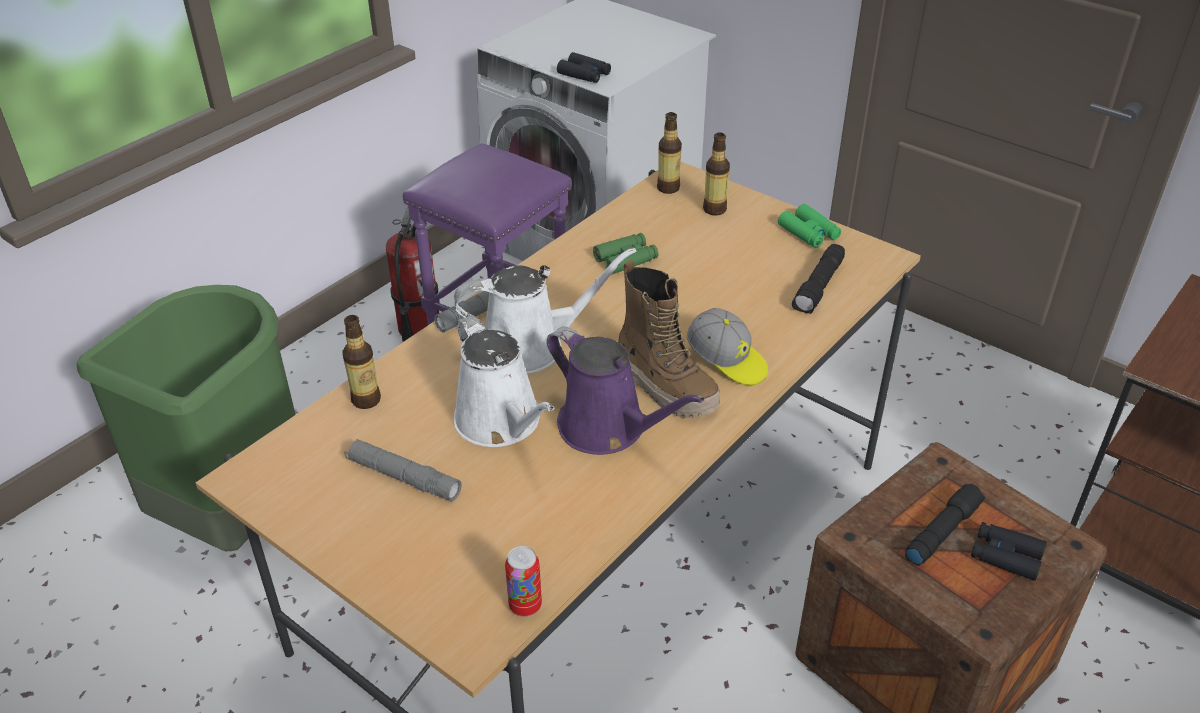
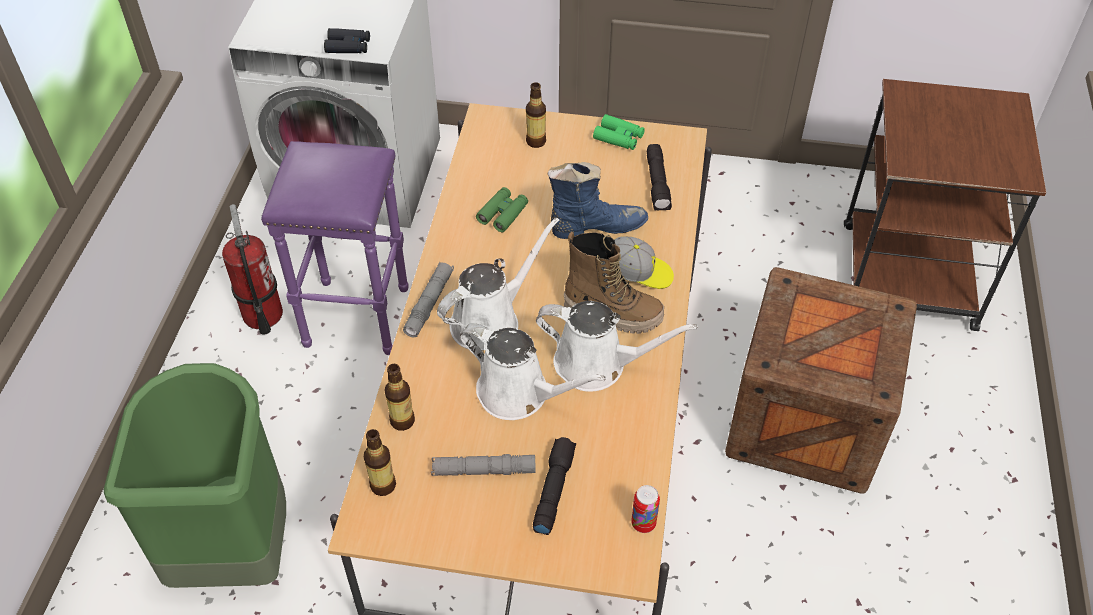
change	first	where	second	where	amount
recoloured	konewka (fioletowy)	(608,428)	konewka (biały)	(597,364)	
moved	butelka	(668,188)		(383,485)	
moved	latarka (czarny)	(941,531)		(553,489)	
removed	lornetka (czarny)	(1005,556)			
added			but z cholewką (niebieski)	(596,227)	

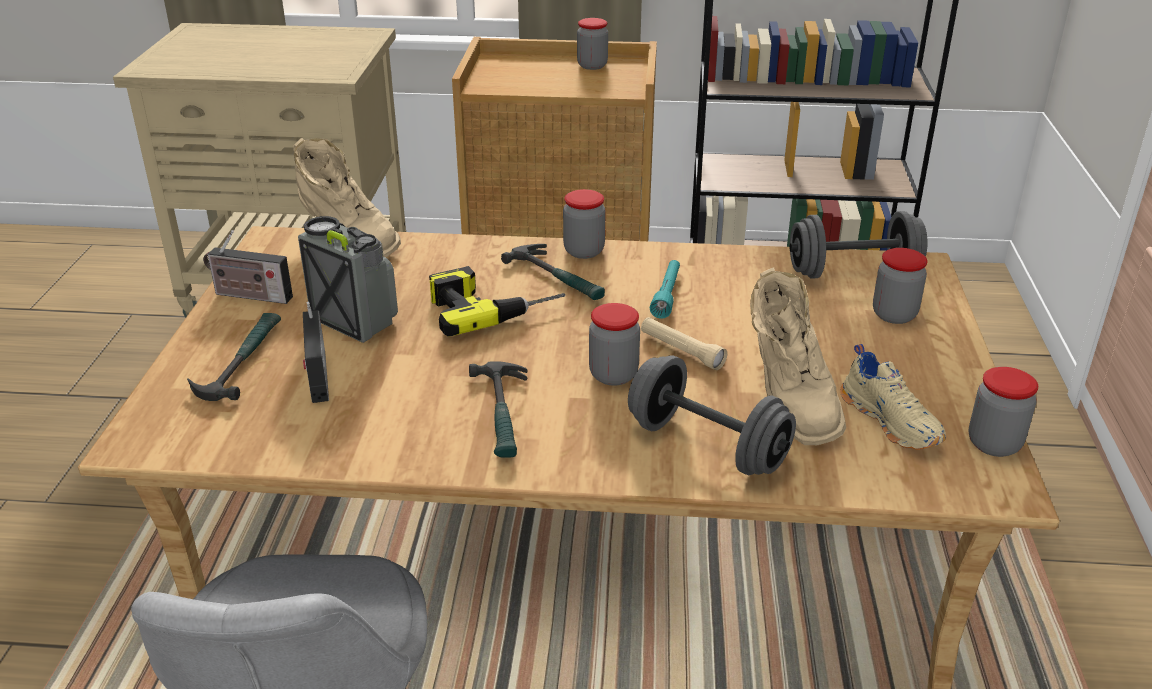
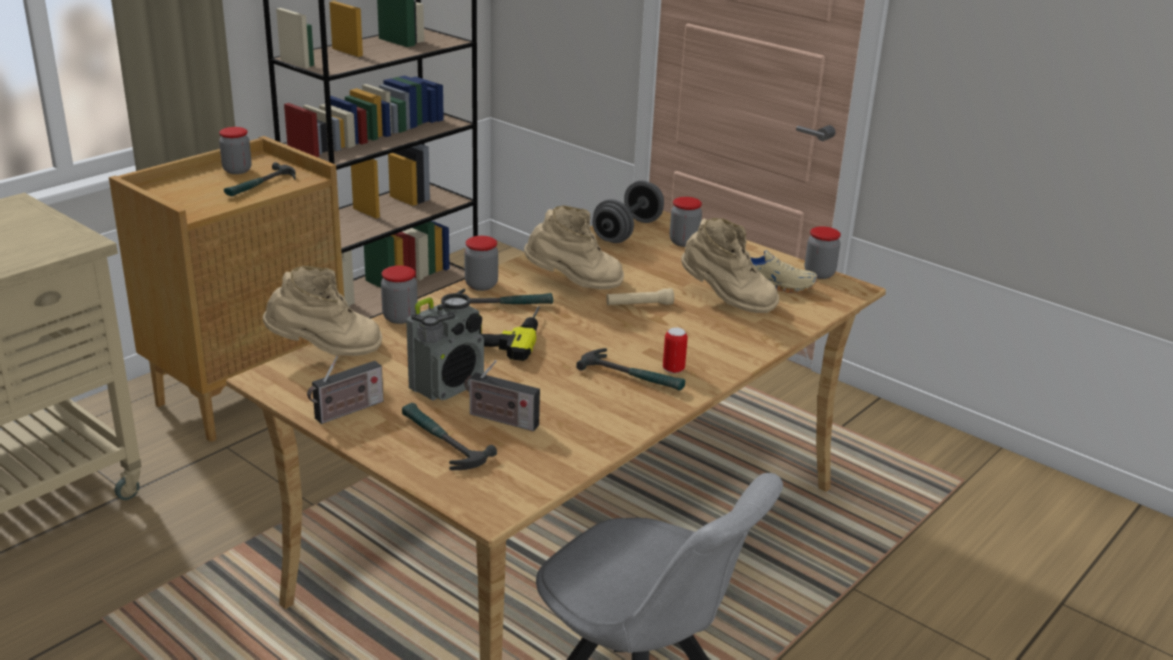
change	first	where	second	where	amount
turned	radio	(353,320)		(448,385)	150 degrees clockwise
moved	słoik	(613,375)		(400,317)	
removed	hantel (szary)	(707,445)			
replaced	latarka (turkusowy)	(667,295)	but z cholewką (beżowy)	(574,284)	
added			młotek	(261,185)	
added			puszka	(673,369)	

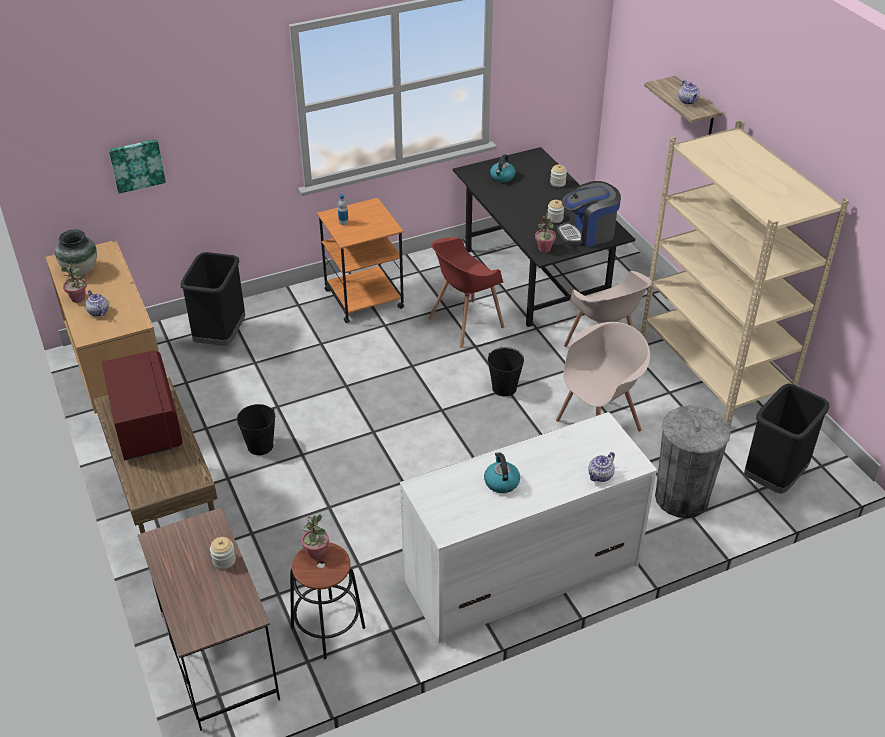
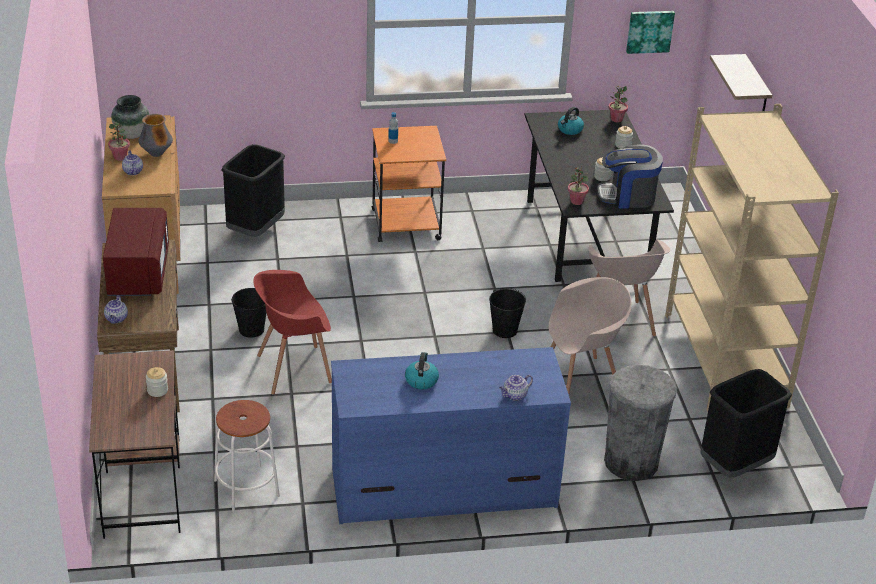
change	first	where	second	where	amount
moved	obraz	(137,165)		(649,31)	
recoloured	stołek (czarny)	(328,627)	stołek (biały)	(246,488)	
moved	roślina doniczkowa	(316,553)		(616,119)	
recoloured	komoda (biały)	(521,573)	komoda (niebieski)	(443,487)	
moved	krzesło (czerwony)	(465,324)		(293,370)	
moved	imbryk	(688,101)		(116,319)	
added			wazon	(156,154)	

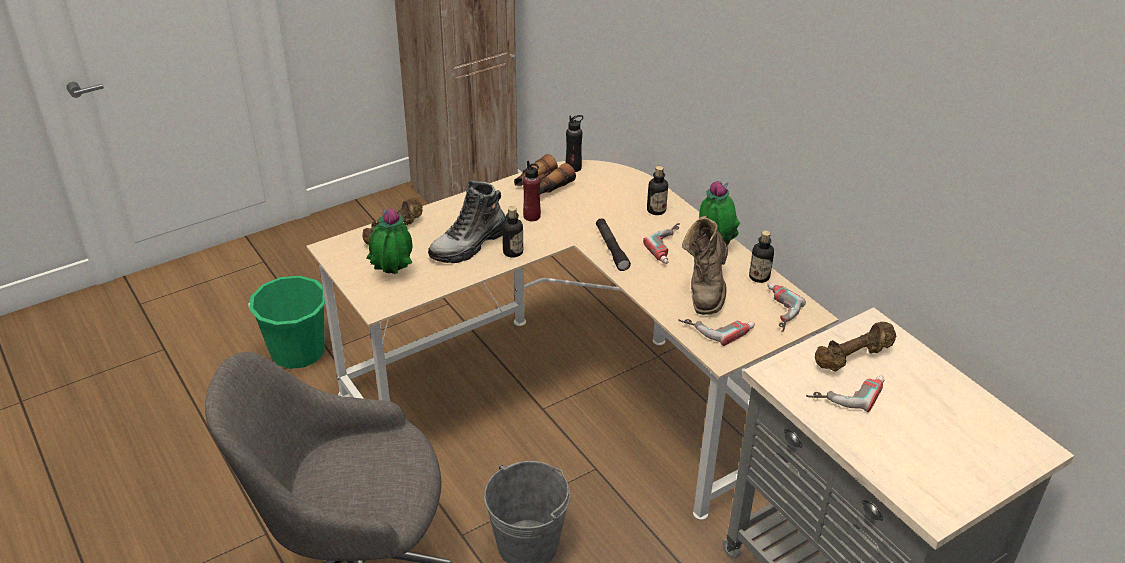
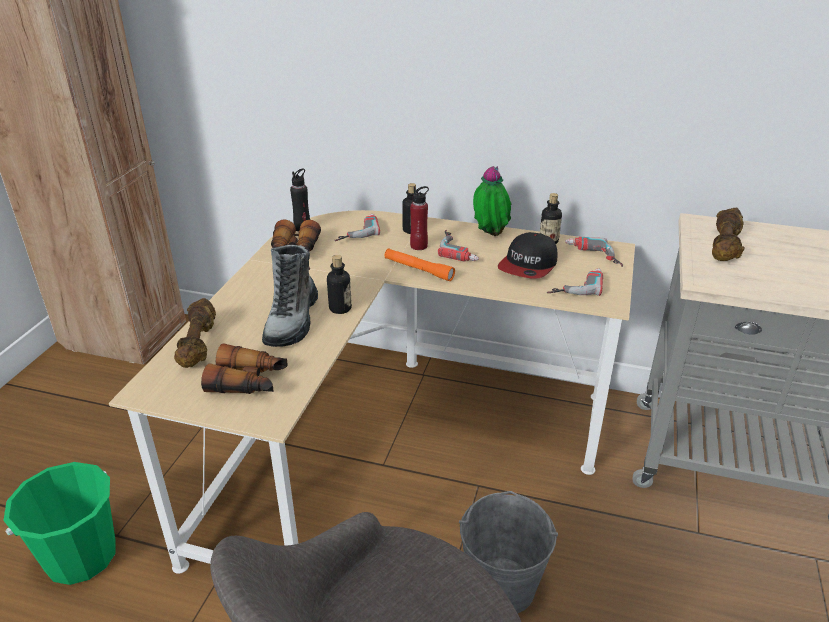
change	first	where	second	where	amount
replaced	roślina doniczkowa	(393,275)	lornetka	(249,382)	
moved	butelka (czerwony)	(532,216)		(419,246)	
recoloured	latarka (czarny)	(611,249)	latarka (pomarańczowy)	(418,269)	
replaced	but z cholewką (brązowy)	(705,290)	czapka z daszkiem	(528,265)	
moved	wiertarka	(845,391)		(355,231)	

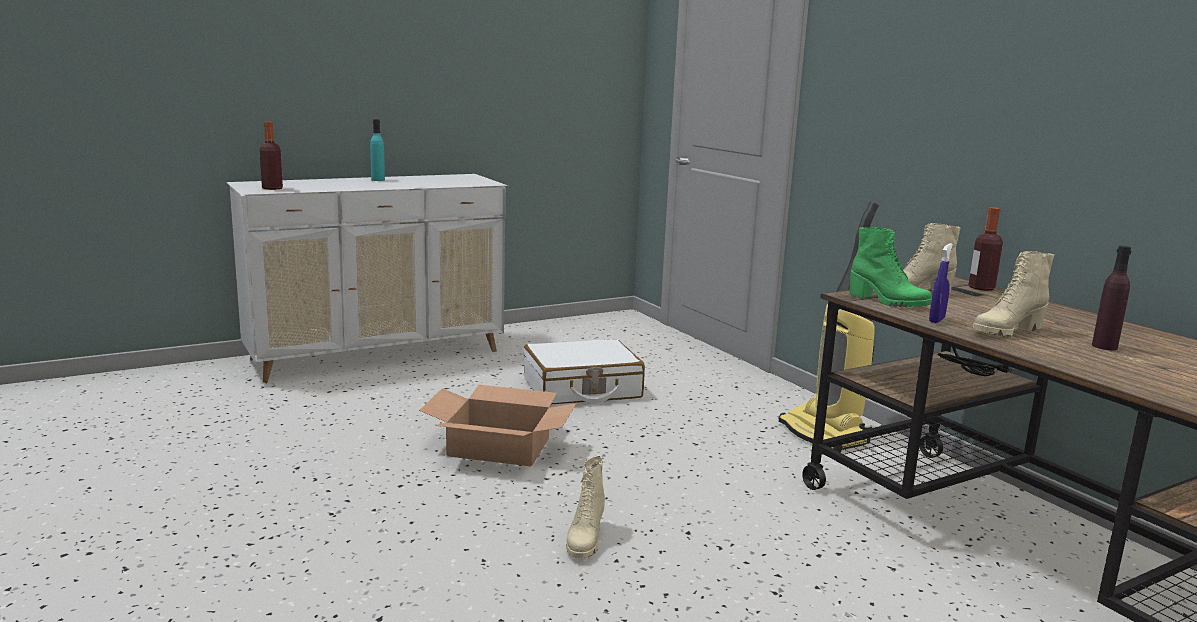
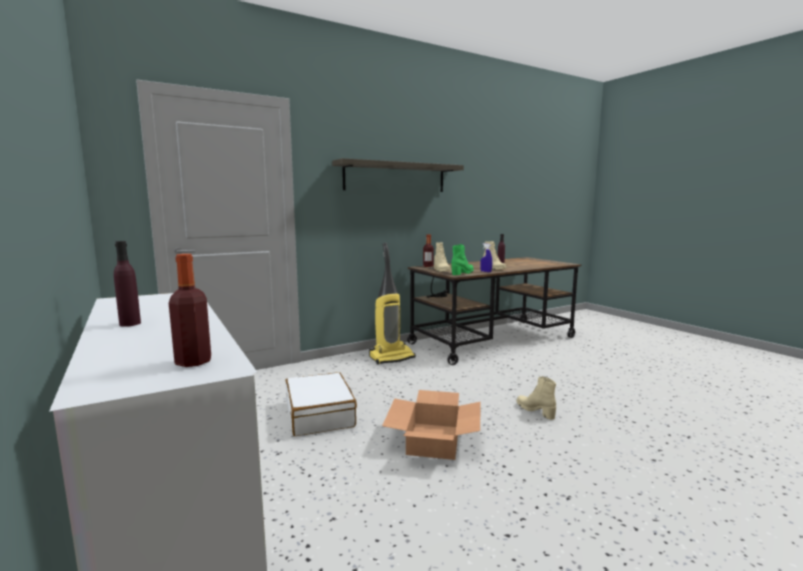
change	first	where	second	where	amount
recoloured	butelka (turkusowy)	(378,180)	butelka (fioletowy)	(130,324)	
turned	but z cholewką (beżowy)	(584,540)		(535,411)	135 degrees counterclockwise
added			półka	(395,177)	

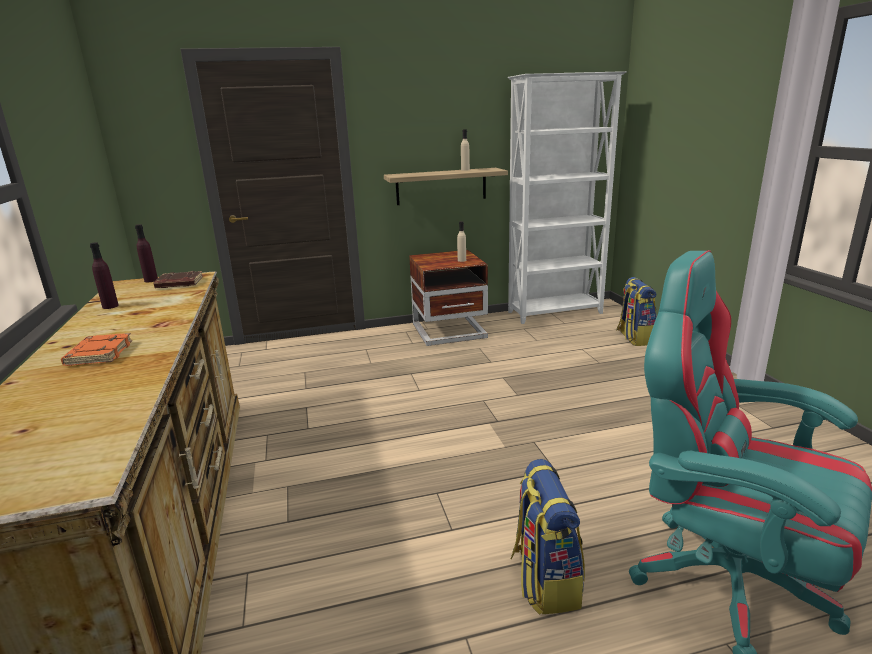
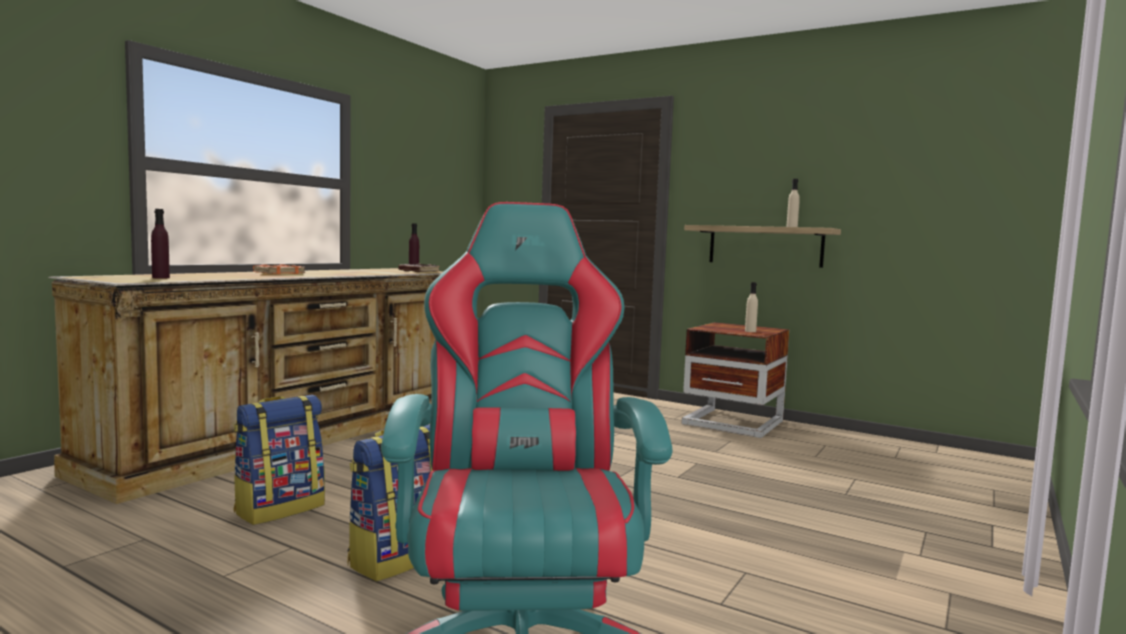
change	first	where	second	where	amount
moved	butelka (fioletowy)	(110,306)		(161,278)	
removed	regał (biały)	(556,313)			
moved	plecak	(634,338)		(280,508)	

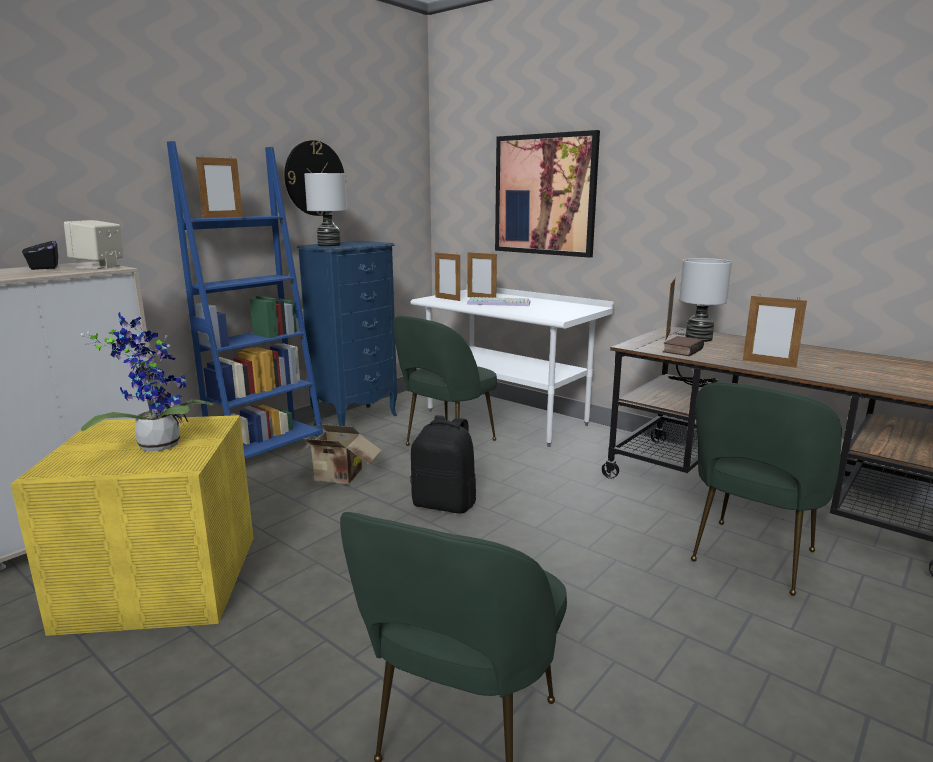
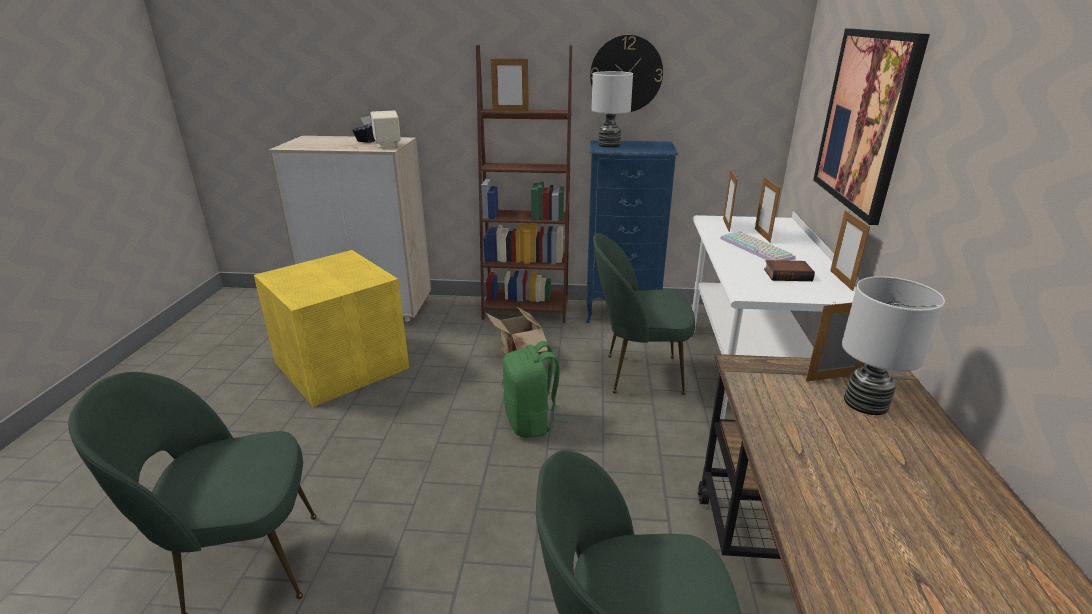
change	first	where	second	where	amount
removed	roślina doniczkowa	(157,444)			
recoloured	regał (niebieski)	(267,450)	regał (brązowy)	(526,309)	
recoloured	plecak (czarny)	(445,504)	plecak (zielony)	(531,422)	
moved	książka	(681,350)		(788,274)	
moved	ramka na zdjęcie	(768,363)		(841,280)	

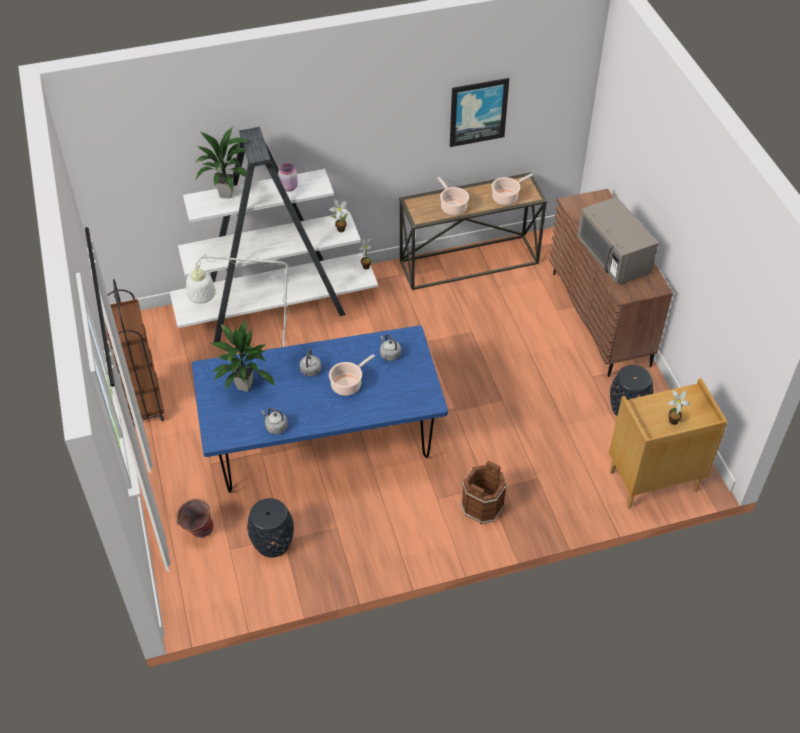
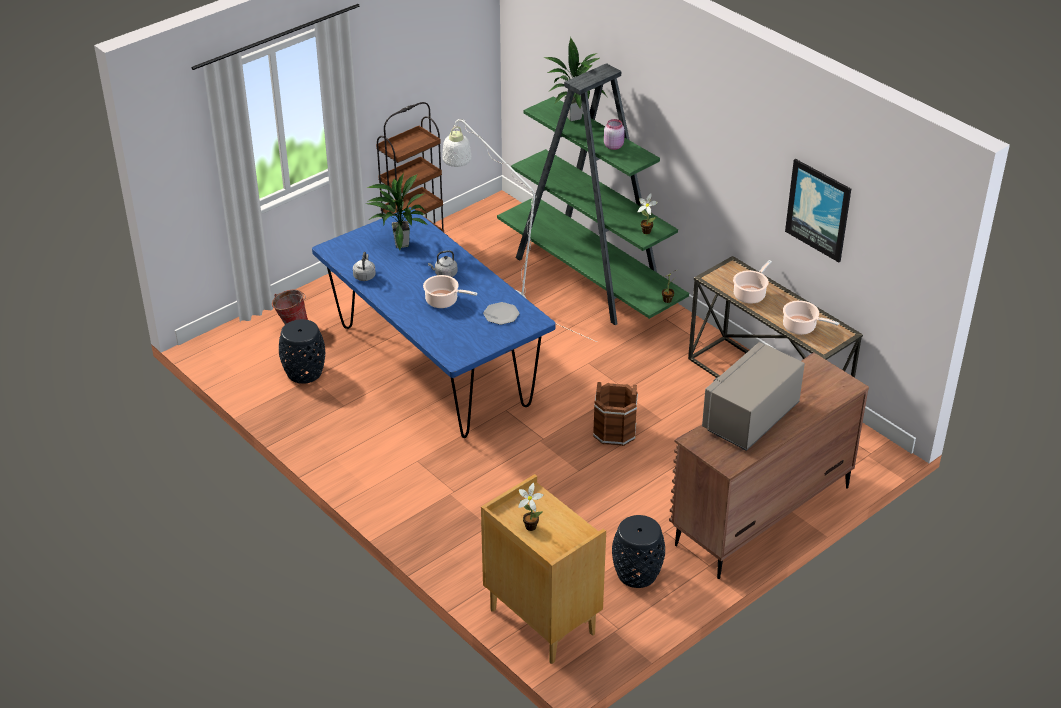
change	first	where	second	where	amount
recoloured	regał (biały)	(276,307)	regał (zielony)	(590,279)	
replaced	czajnik (szary)	(389,354)	talerz	(501,314)	
moved	wiadro (brązowy)	(482,506)		(614,431)	

